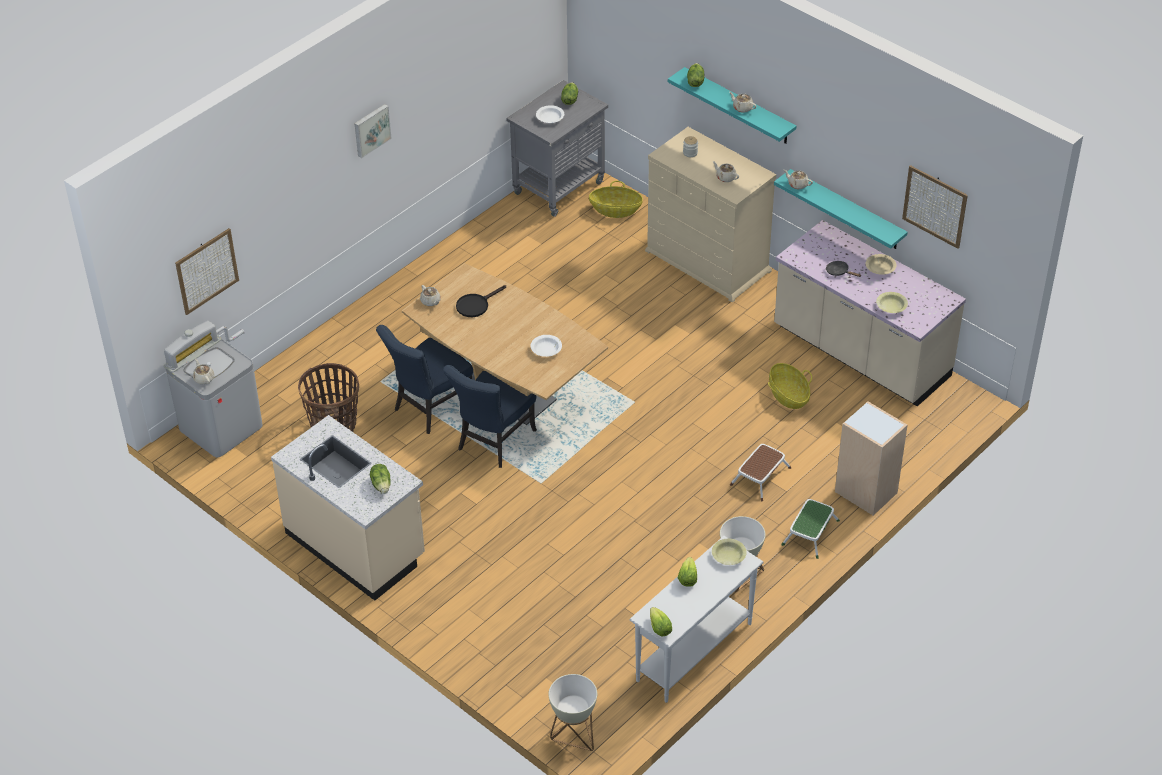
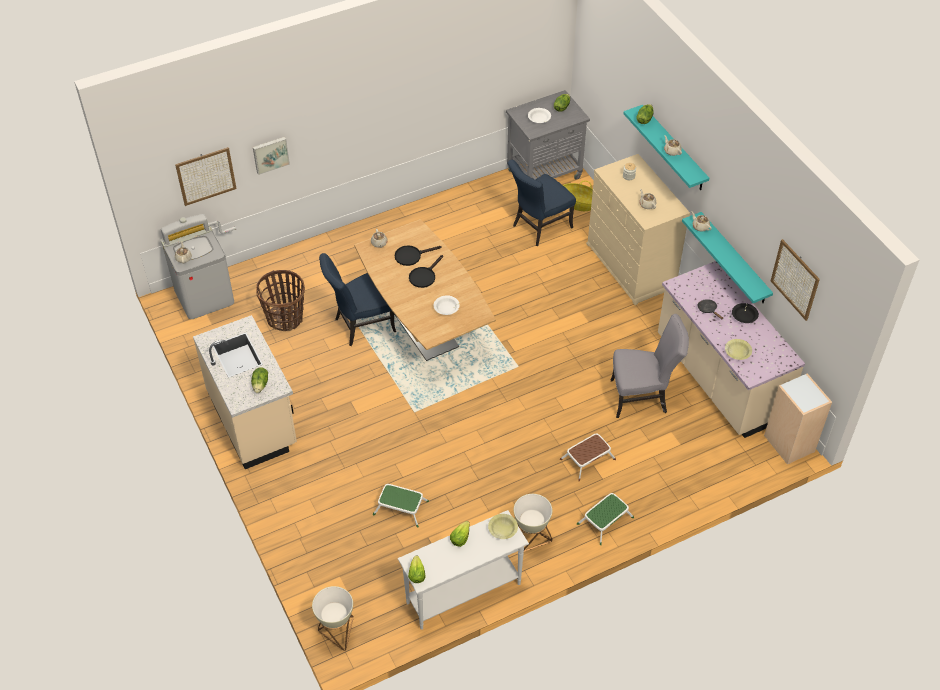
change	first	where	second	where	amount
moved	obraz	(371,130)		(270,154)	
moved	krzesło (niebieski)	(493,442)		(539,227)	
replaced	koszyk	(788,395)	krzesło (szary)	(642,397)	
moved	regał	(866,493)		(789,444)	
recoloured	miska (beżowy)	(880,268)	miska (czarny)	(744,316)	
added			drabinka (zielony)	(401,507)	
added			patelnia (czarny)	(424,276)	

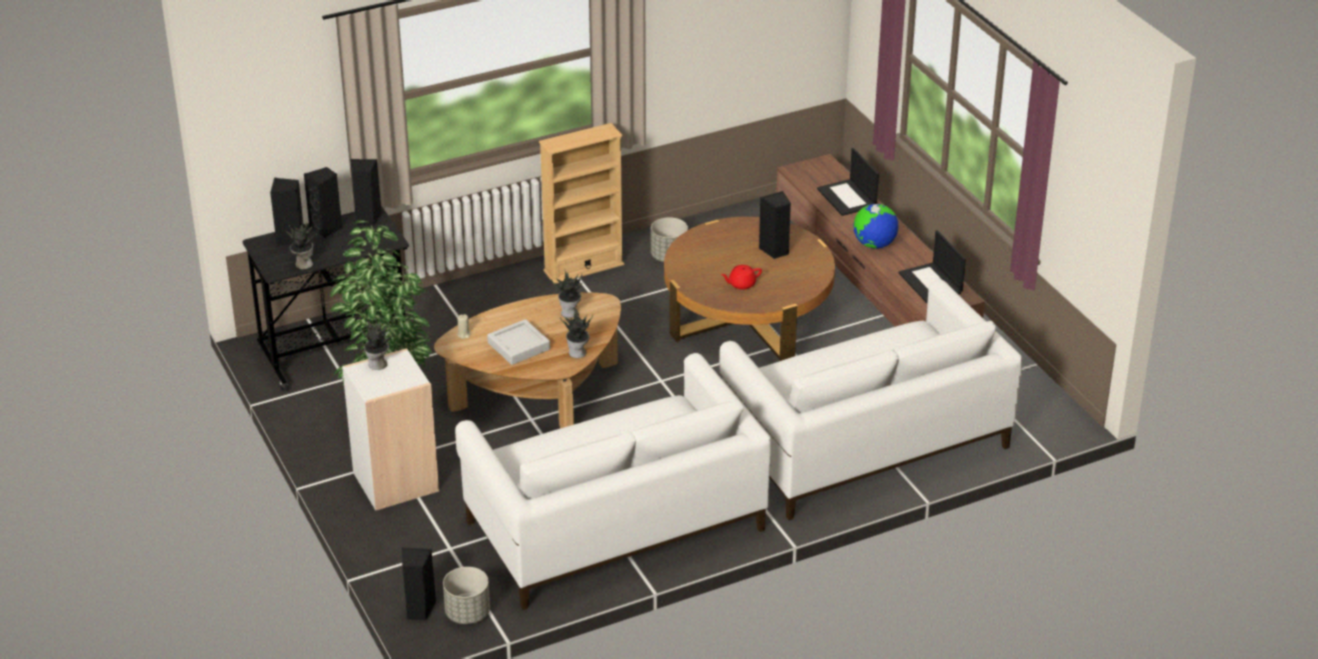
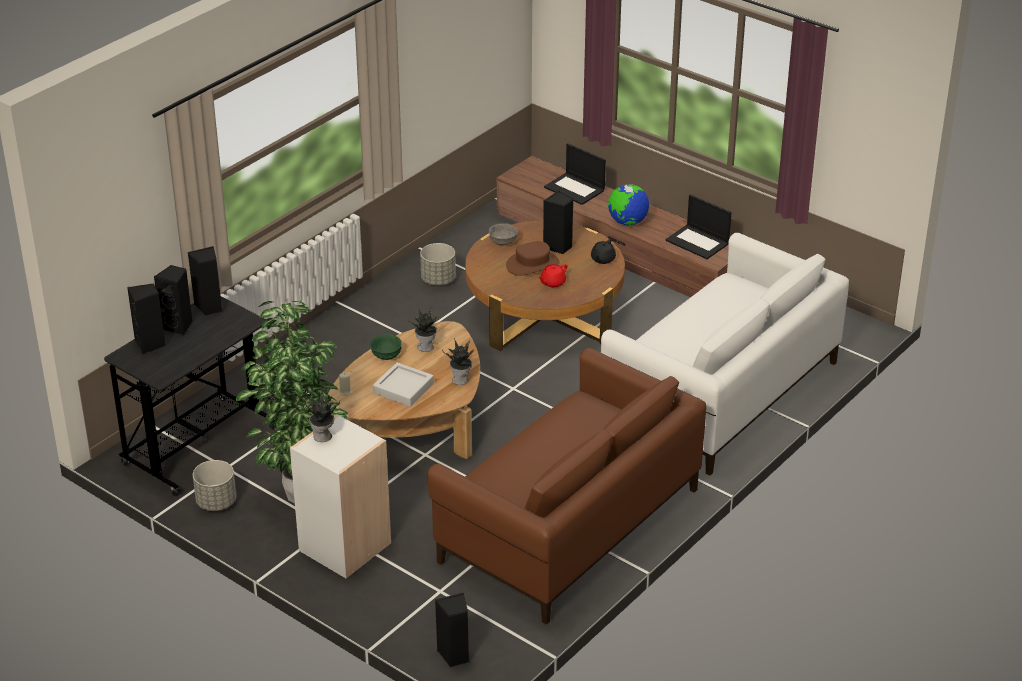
change	first	where	second	where	amount
removed	roślina doniczkowa	(303,264)			
moved	donica (szary)	(467,614)		(216,502)	
recoloured	kanapa (biały)	(614,524)	kanapa (brązowy)	(567,524)	
removed	regał (beżowy)	(583,268)			
added			miska (zielony)	(386,355)	
added			miska (szary)	(502,242)	
added			kapelusz (brązowy)	(532,264)	
added			imbryk (czarny)	(602,259)	

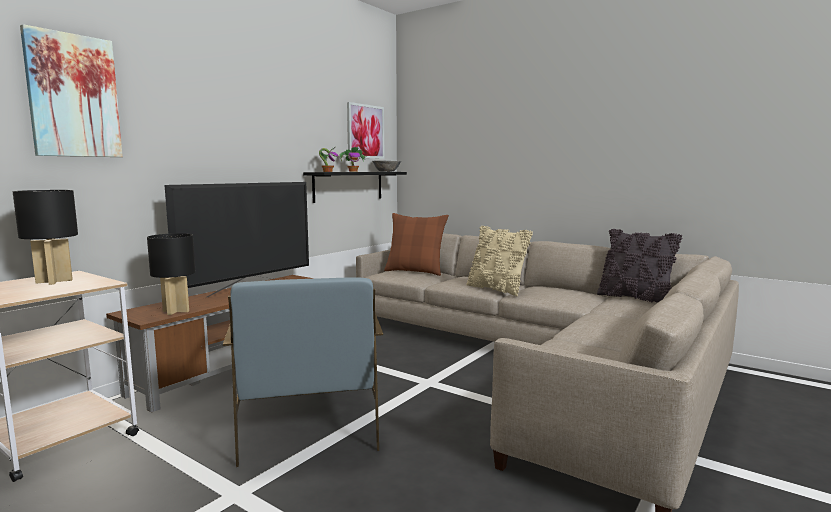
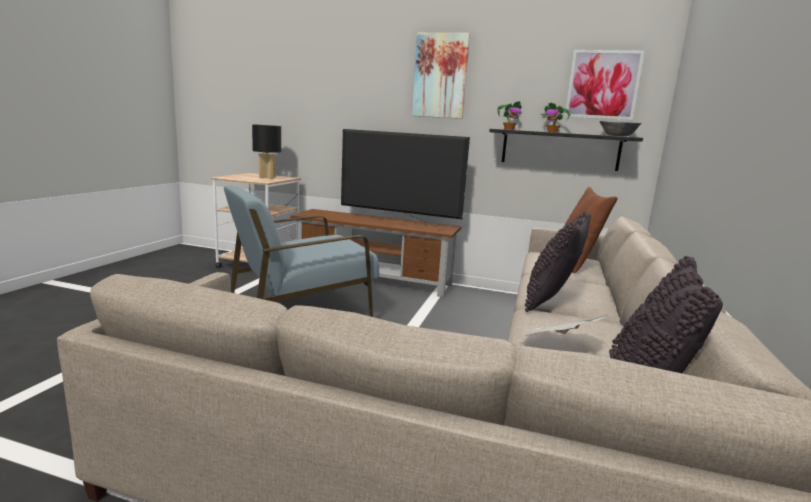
change	first	where	second	where	amount
moved	obraz	(73,96)		(440,76)	
removed	lampa stołowa (czarny)	(175,311)			
recoloured	poduszka (beżowy)	(496,289)	poduszka (czarny)	(551,302)	
added			gazeta	(557,346)	

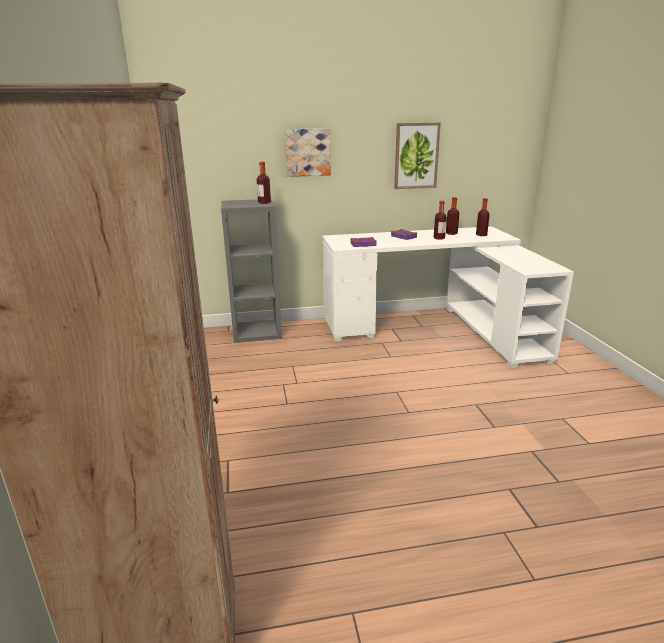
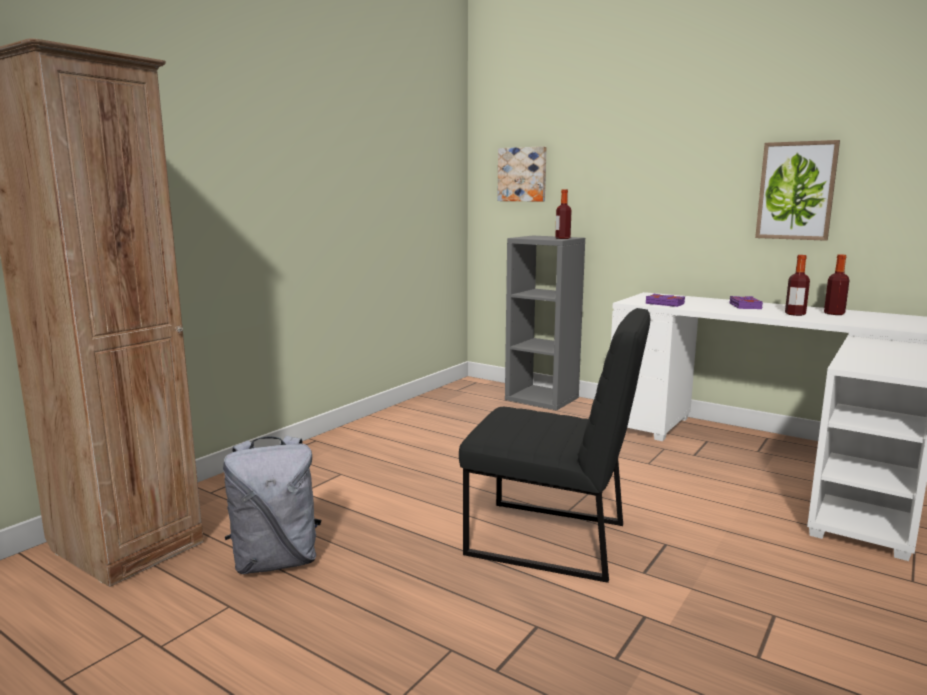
change	first	where	second	where	amount
moved	obraz	(307,152)		(523,174)	
removed	butelka	(481,235)			
added			plecak (szary)	(276,561)	
added			krzesło (czarny)	(551,540)	

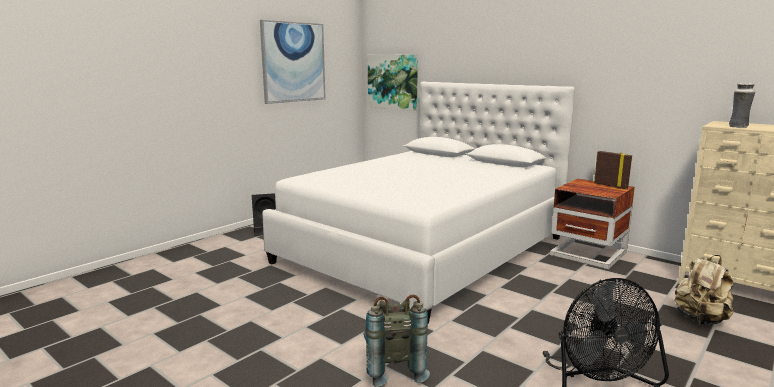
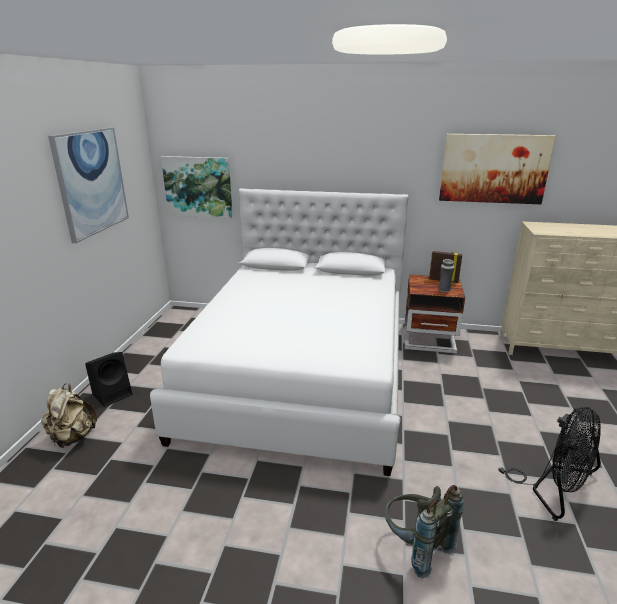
change	first	where	second	where	amount
moved	plecak (beżowy)	(701,320)		(72,437)	
moved	wazon	(738,127)		(444,290)	
added			obraz	(494,169)	

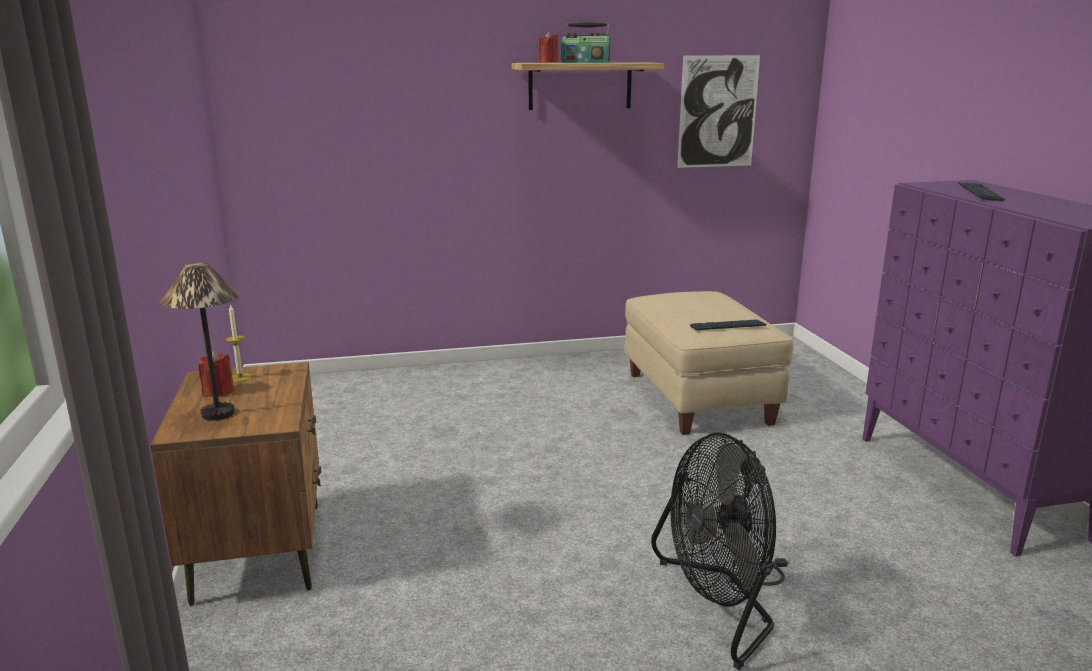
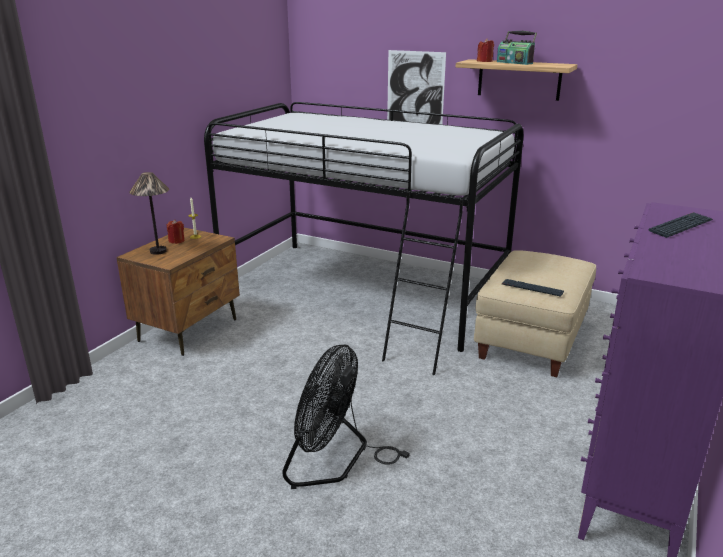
change	first	where	second	where	amount
moved	obraz	(718,112)		(415,94)	
added			łóżko (czarny)	(365,292)	

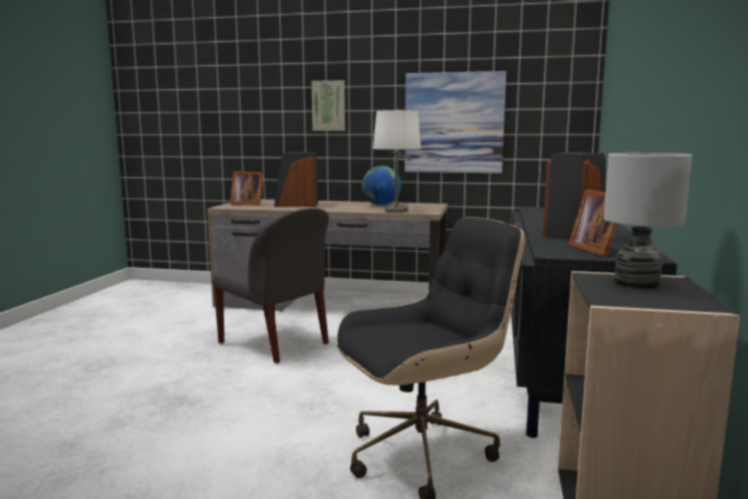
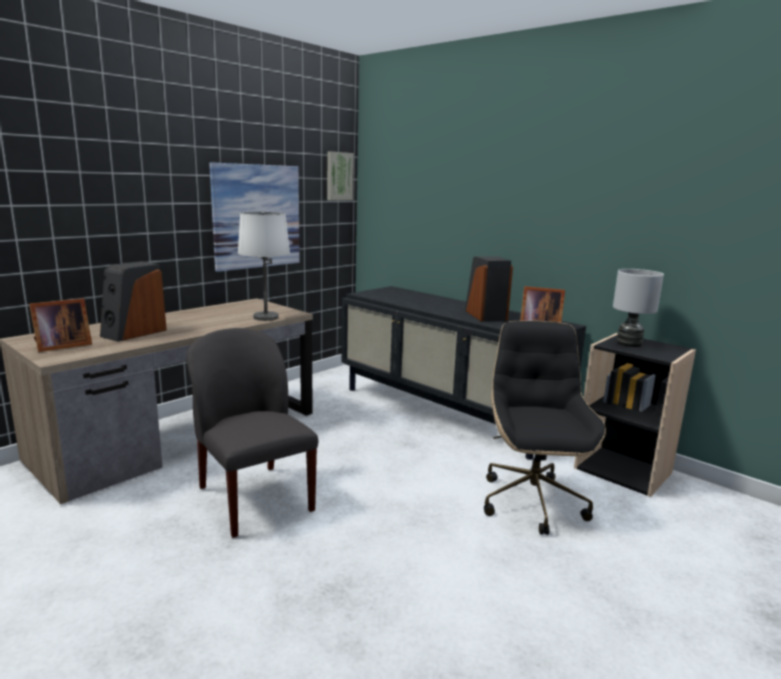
change	first	where	second	where	amount
turned	krzesło (szary)	(275,344)		(254,498)	105 degrees counterclockwise
moved	obraz	(329,106)		(339,176)	
removed	globus	(381,205)			

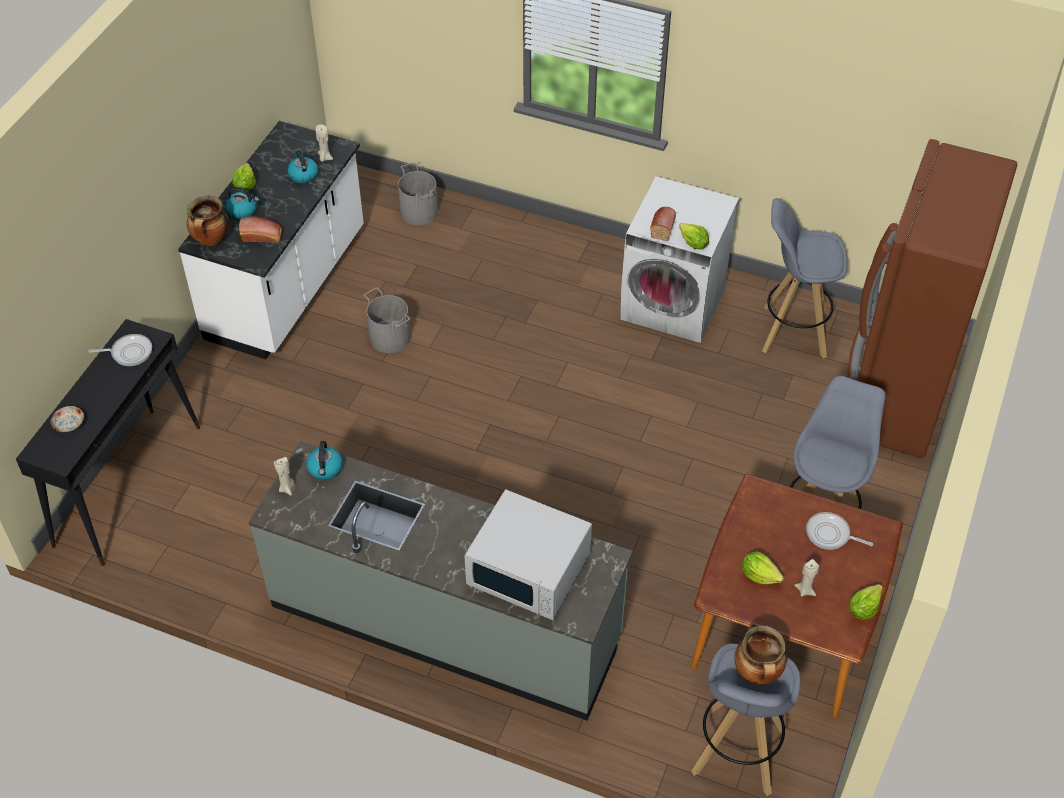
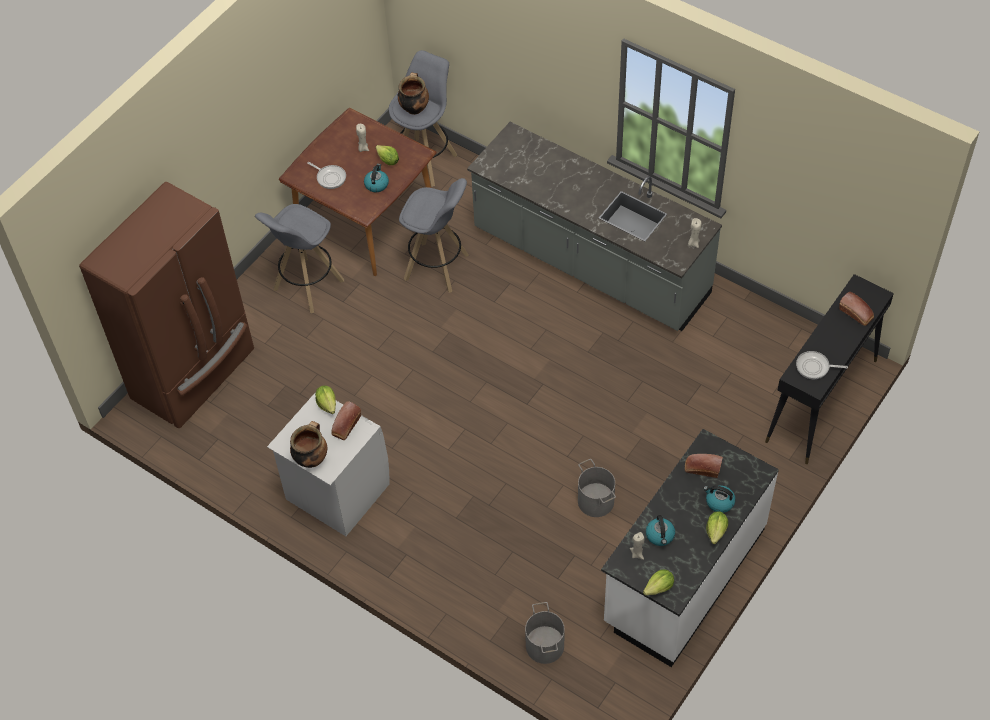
change	first	where	second	where	amount
replaced	talerz	(69,423)	chleb	(857,314)	
moved	garnek	(211,240)		(311,458)	
moved	czajnik	(325,469)		(376,184)	
removed	mikrofalówka (biały)	(529,570)			
moved	stołek (szary)	(791,331)		(438,268)	
moved	sałata	(863,609)		(659,588)	

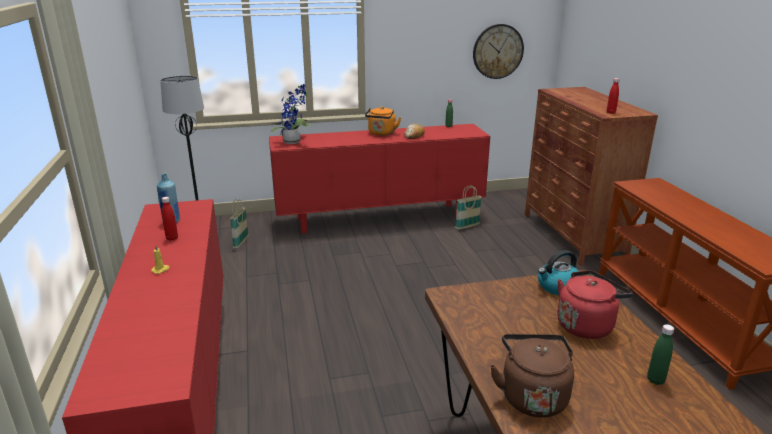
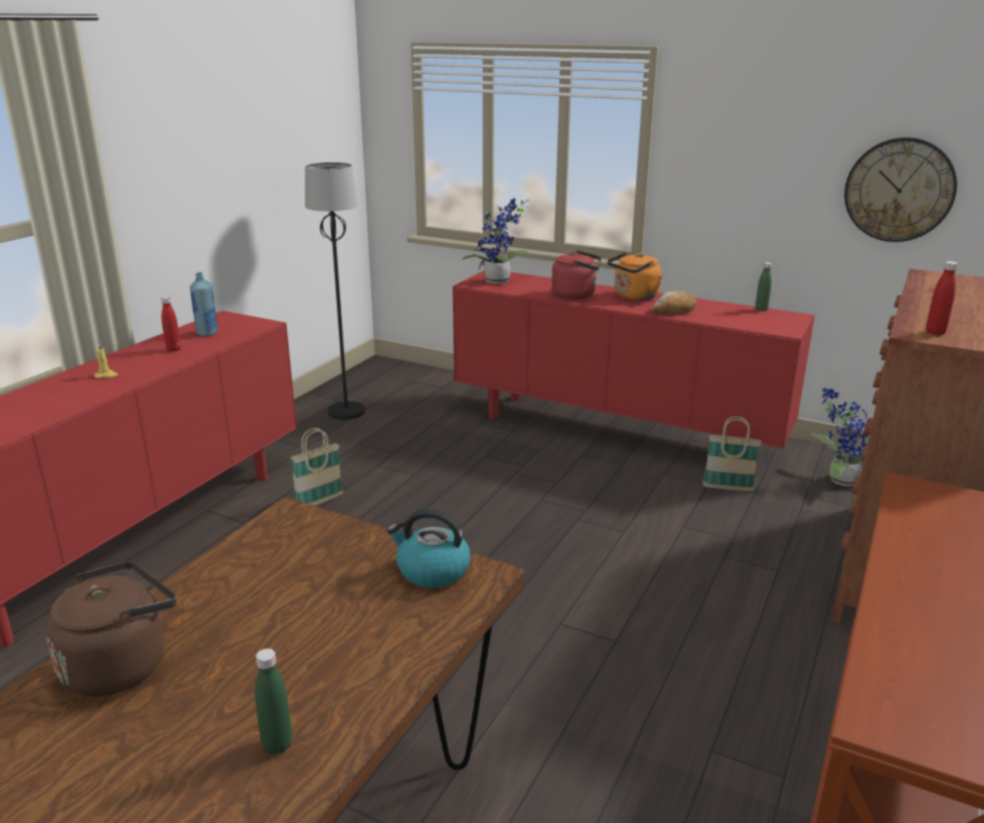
change	first	where	second	where	amount
moved	koszyk	(241,242)		(319,502)	
moved	czajnik (czerwony)	(586,325)		(576,295)	
added			roślina doniczkowa	(839,479)	

